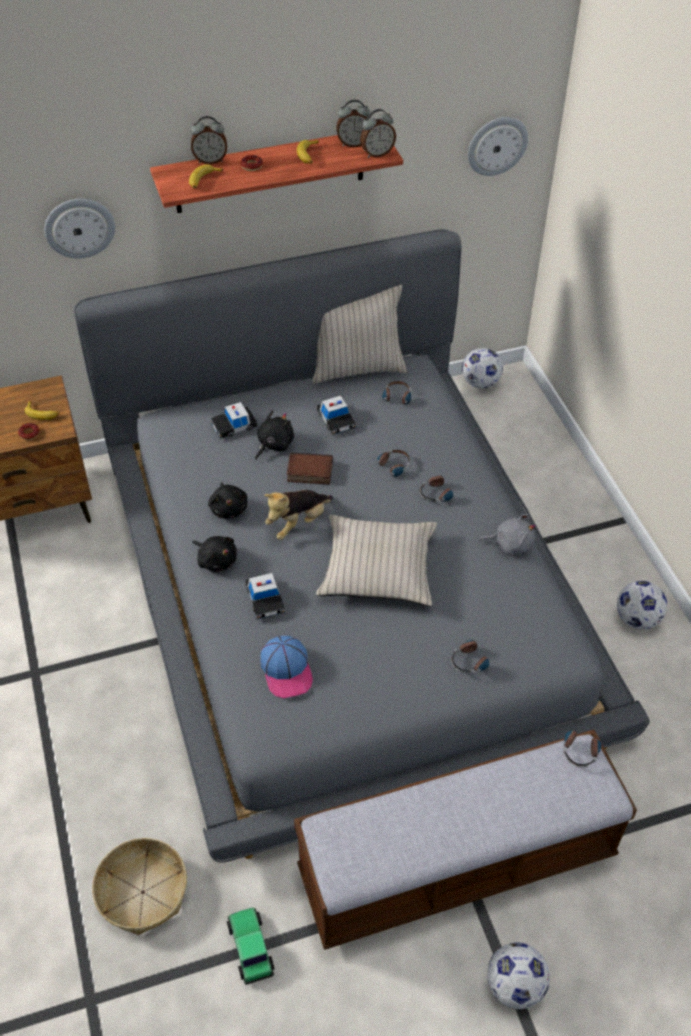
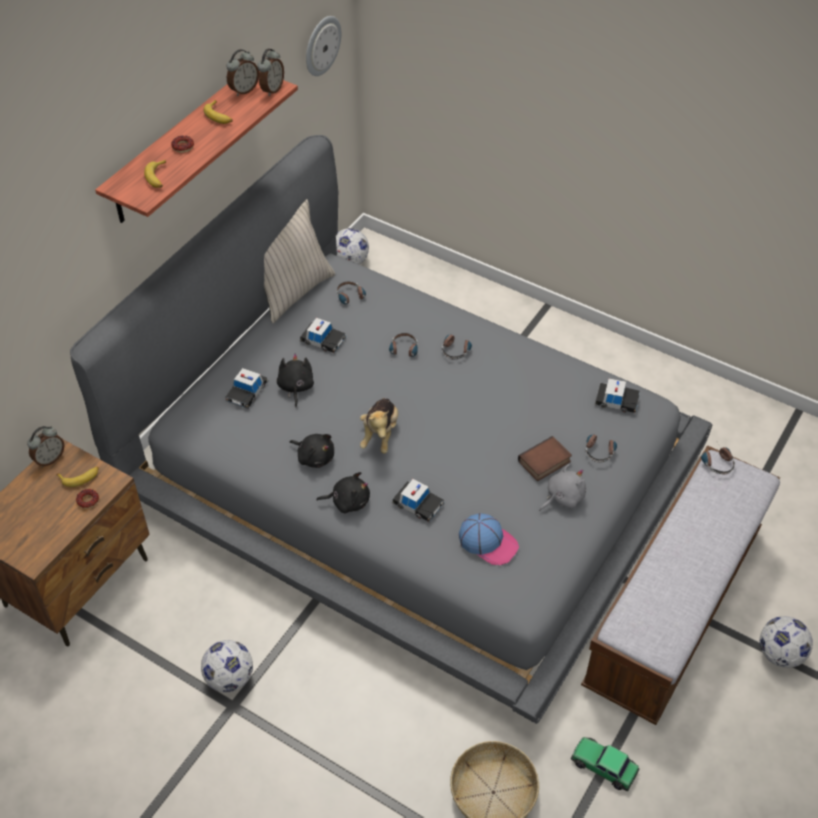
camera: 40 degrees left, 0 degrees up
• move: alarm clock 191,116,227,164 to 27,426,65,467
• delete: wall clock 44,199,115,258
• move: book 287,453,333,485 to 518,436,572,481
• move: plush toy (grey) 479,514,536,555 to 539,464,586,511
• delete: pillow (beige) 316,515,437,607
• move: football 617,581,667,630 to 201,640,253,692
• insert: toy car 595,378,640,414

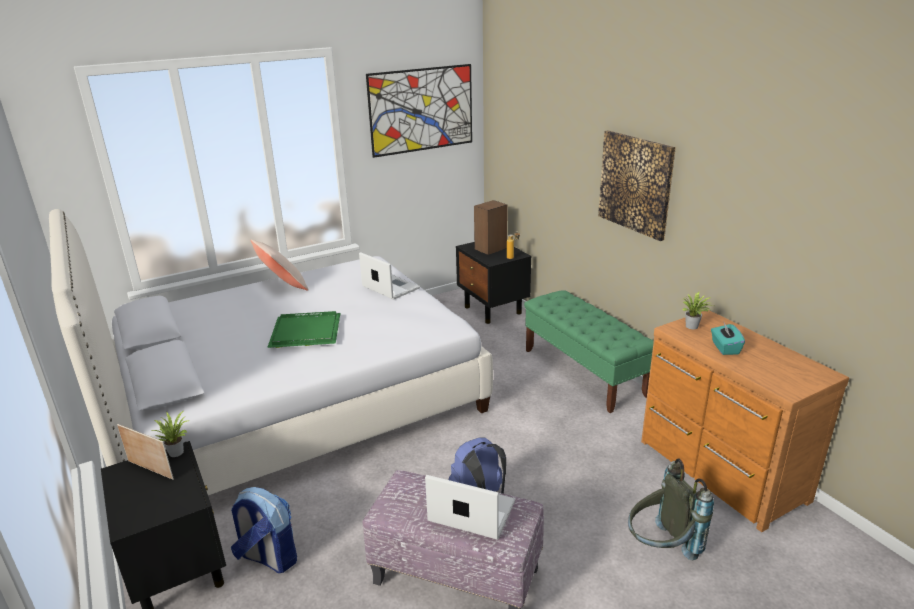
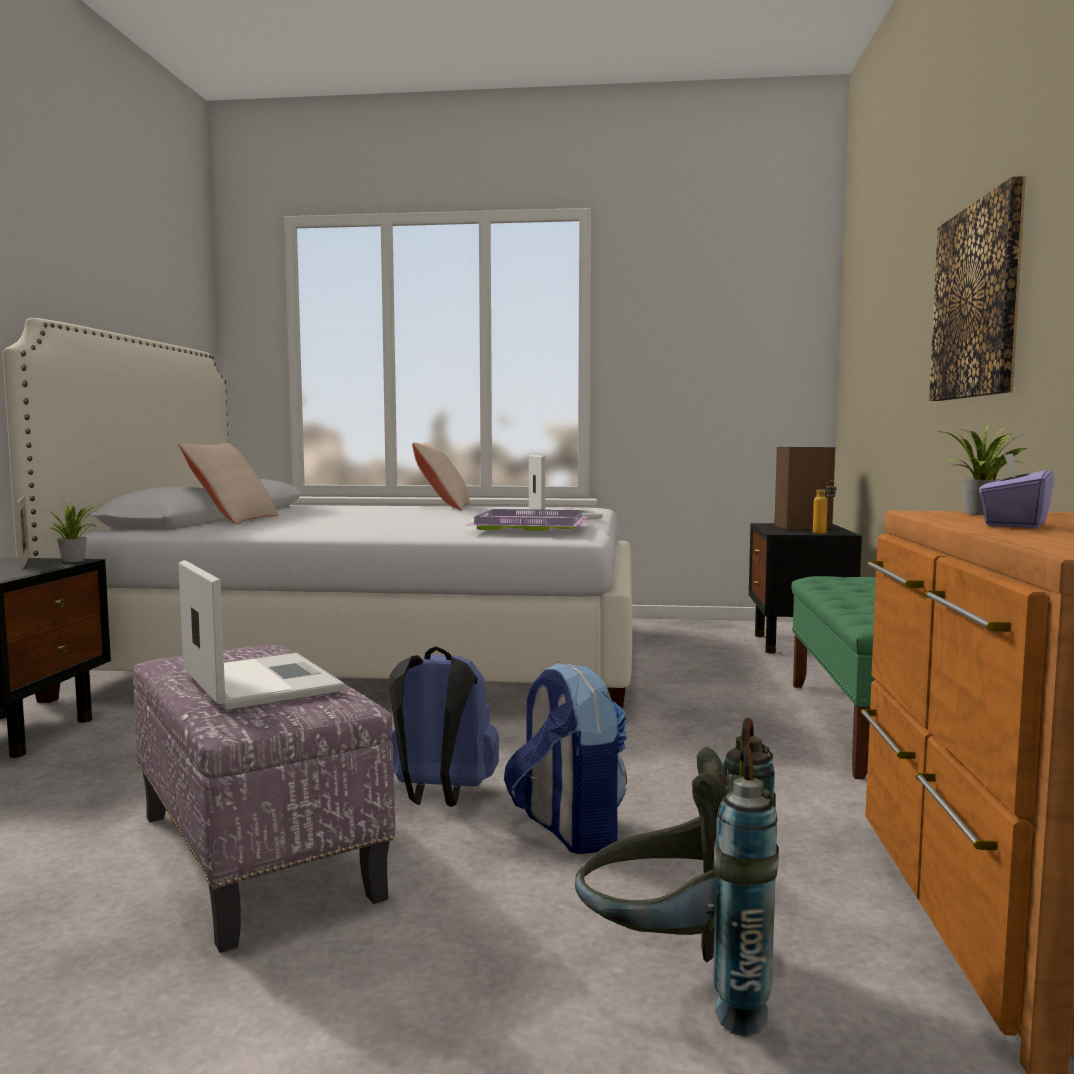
camera: 35 degrees right, 20 degrees down
• delete: picture 366,64,472,158
• delete: tray (green) 267,311,340,348
• recolor: tissue box (turquoise) 711,321,745,355 to tissue box (purple) 979,453,1054,528
• move: backpack 231,487,297,573 to 504,661,627,854
• insert: pillow (beige) 178,442,279,524
• insert: tray (purple) 467,509,589,531

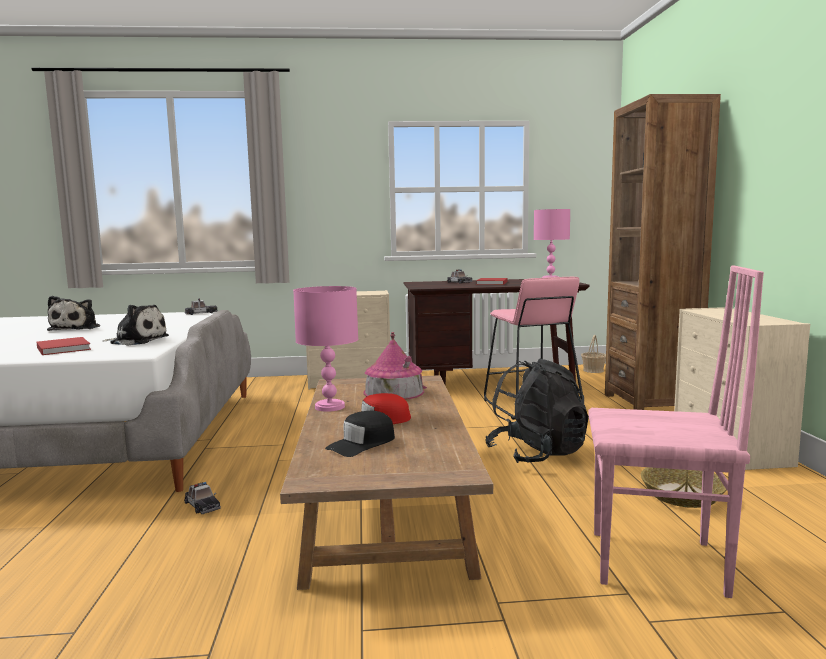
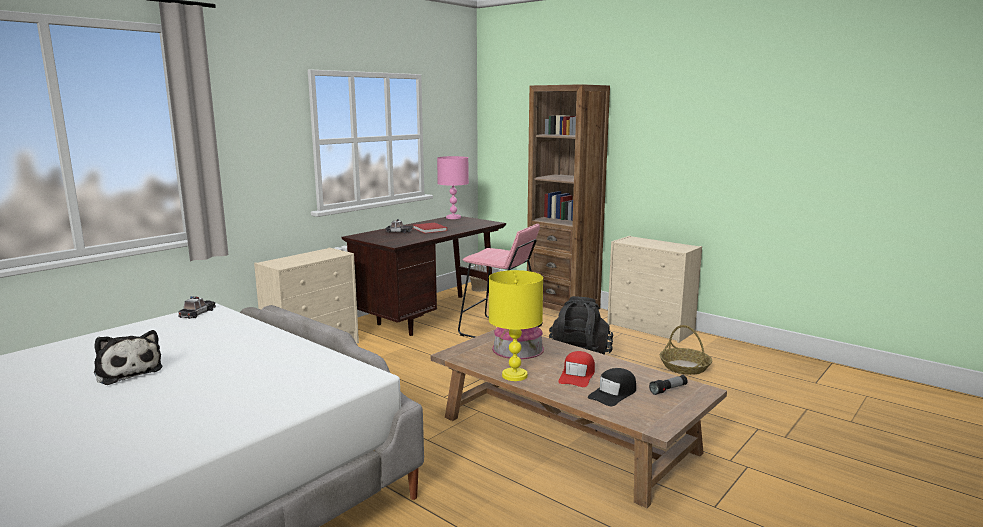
camera: 45 degrees left, 5 degrees up
• delete: chair (pink) 588,266,764,598
• recolor: table lamp (pink) 293,286,358,412 to table lamp (yellow) 489,270,543,381
• delete: plush toy 103,305,169,346
• delete: book (red) 36,337,91,355
• rotate: cap (black) 325,411,395,457 = 588,368,636,406 45 degrees clockwise
• delete: toy car 184,482,221,514
• insert: flashlight 649,375,688,395

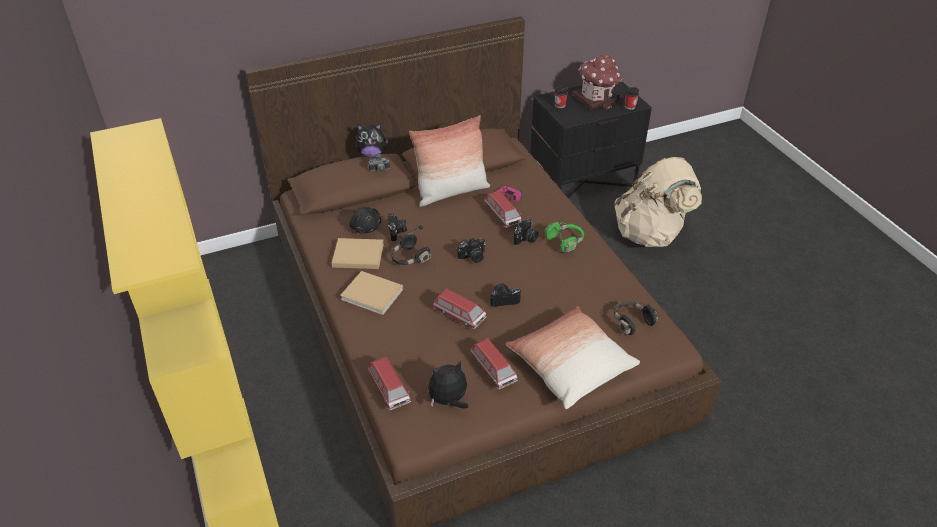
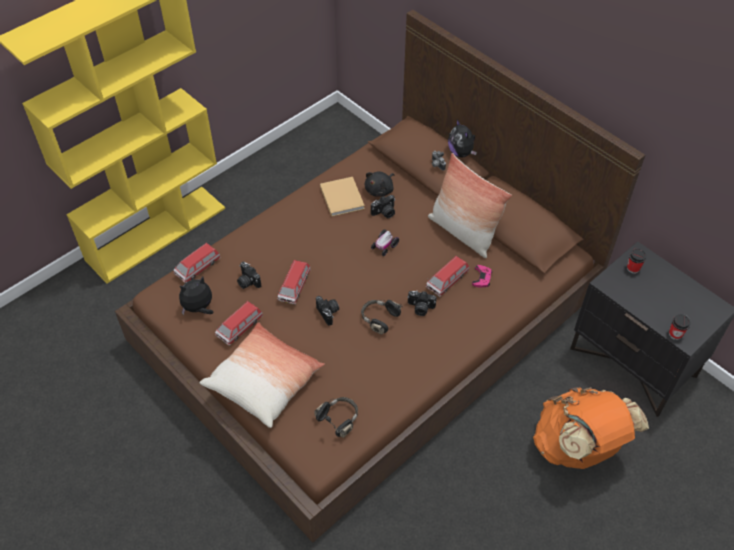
camera: 70 degrees right, 10 degrees up
• delete: toy house 573,54,622,110
• recolor: backpack (beige) 614,157,702,247 to backpack (orange) 533,387,649,469
• delete: headphones (green) 545,222,584,253
• move: headphones (black) 391,225,431,265 to 361,300,403,335
• move: photo camera 457,238,485,263 to 237,262,261,289
• delete: book (beige) 340,271,403,315
• rotate: plush toy 428,361,469,409 = 179,277,214,315 75 degrees counterclockwise
• insert: toy car 371,229,399,256

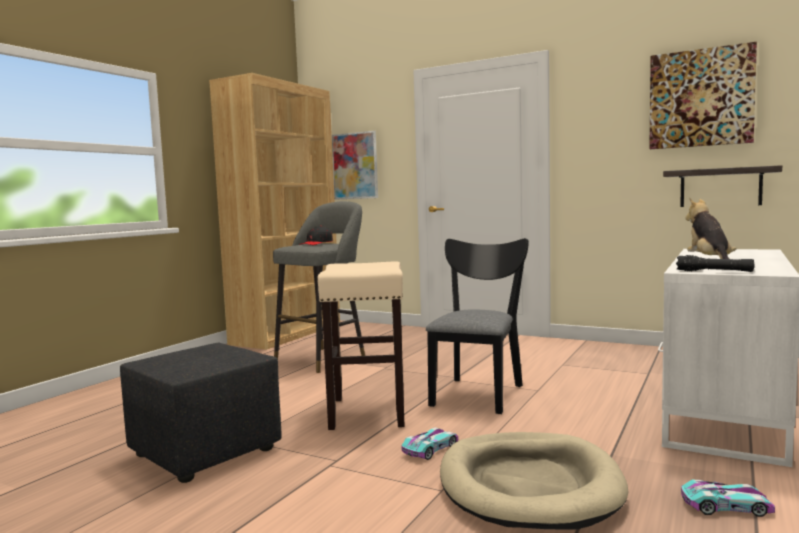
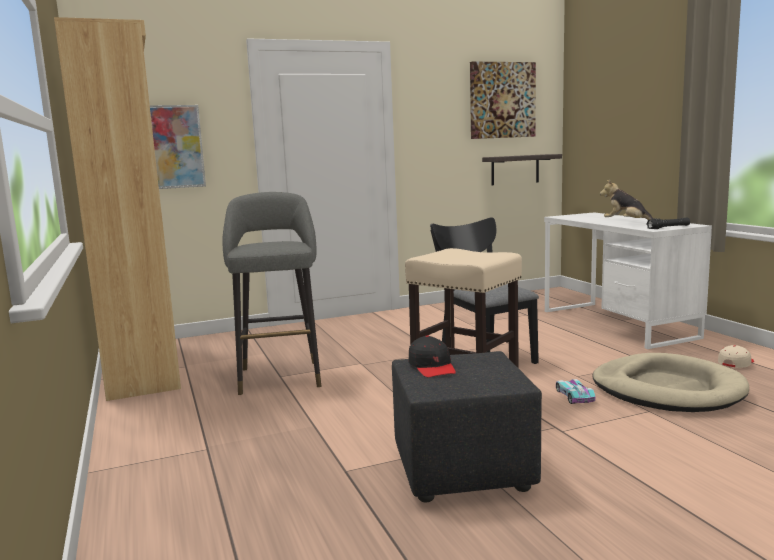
camera: 50 degrees left, 5 degrees up
• move: cap (black) 299,226,333,245 to 409,335,456,377
• replace: toy car 681,480,775,517 to cap (beige) 718,345,754,368

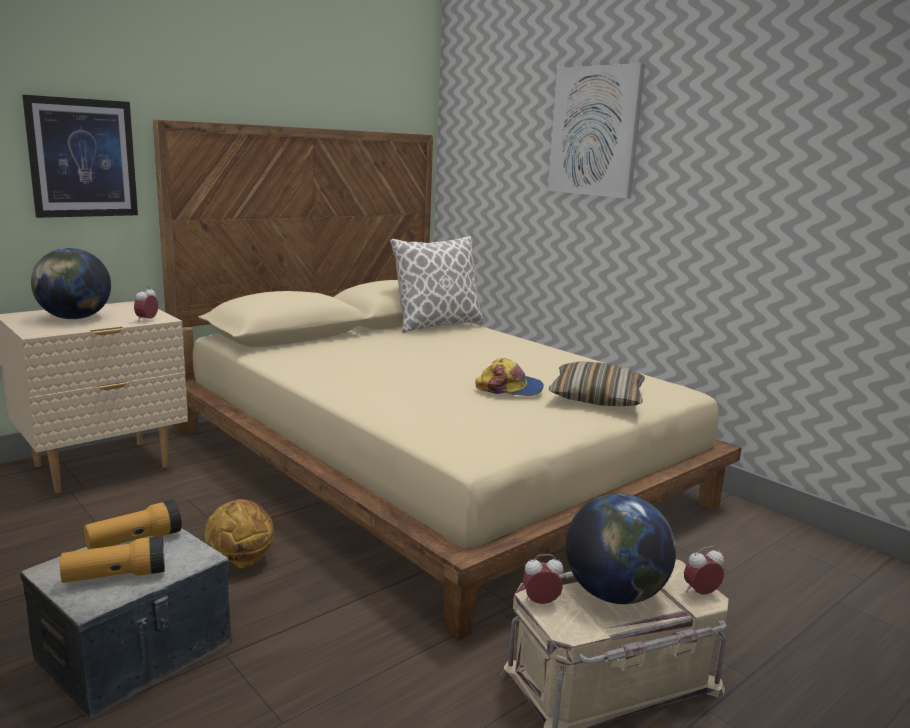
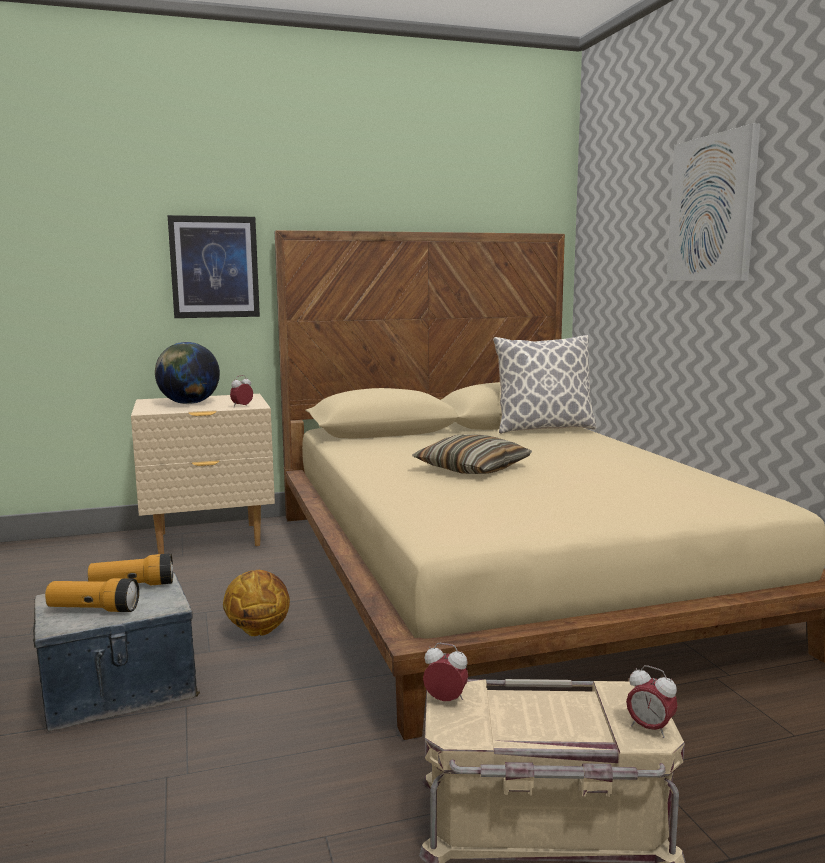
camera: 25 degrees right, 5 degrees down
• delete: cap 475,358,544,396
• move: pillow 549,361,645,406 to 412,434,532,474
• delete: globe 566,493,676,604
• rotate: alarm clock 684,546,724,595 = 626,665,678,738 150 degrees counterclockwise

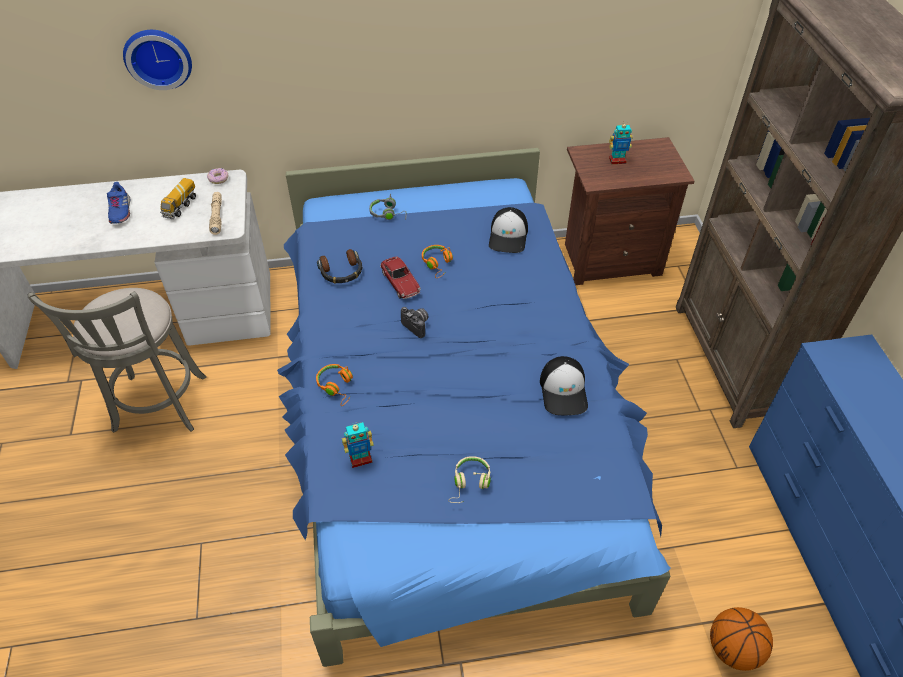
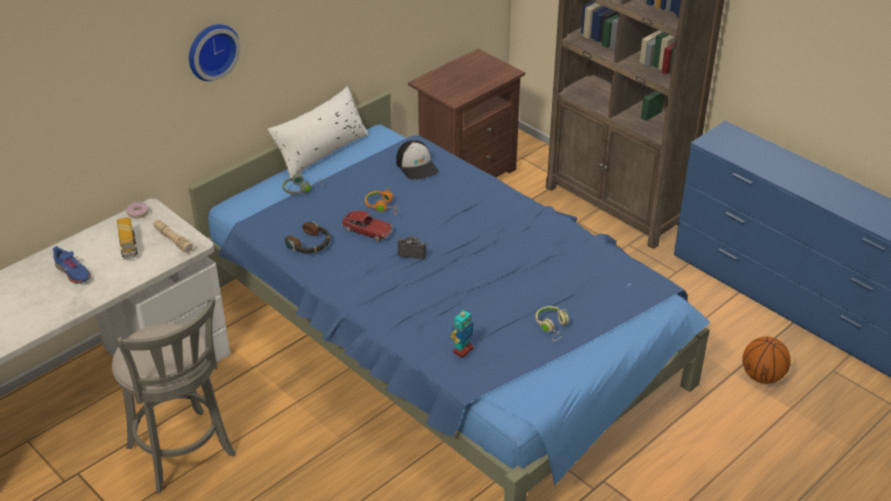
camera: 35 degrees left, 10 degrees down
• move: wall clock 123,30,192,90 to 189,24,241,81
• delete: toy robot 609,122,633,164
• delete: cap 540,356,588,415
• delete: headphones (orange) 316,364,353,406
• insert: pillow (white) 267,86,369,178

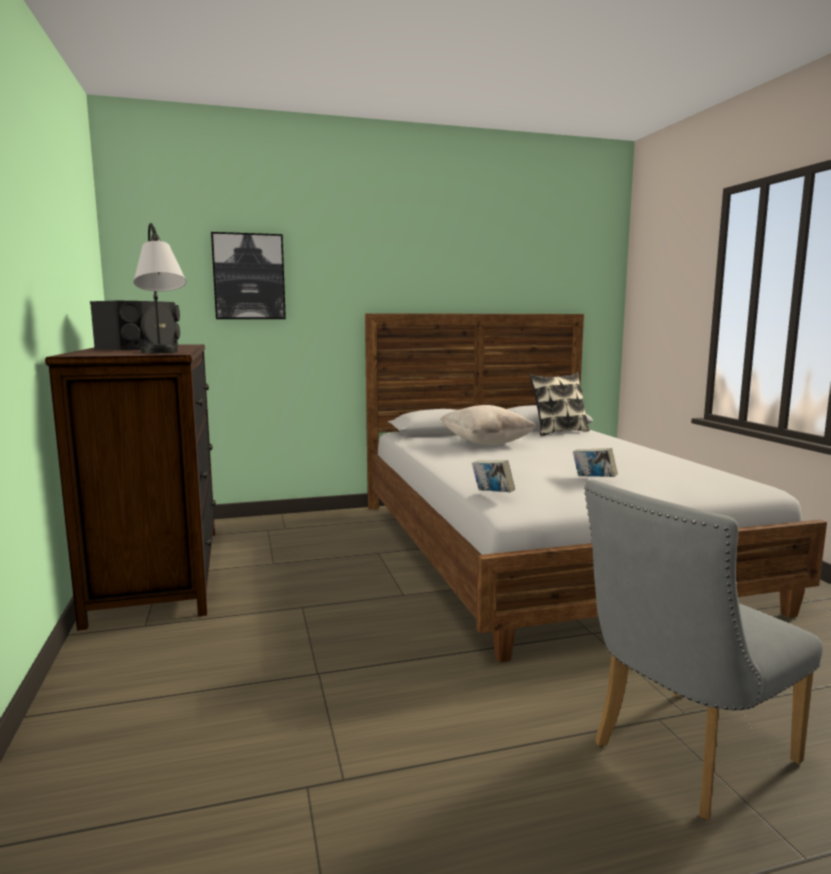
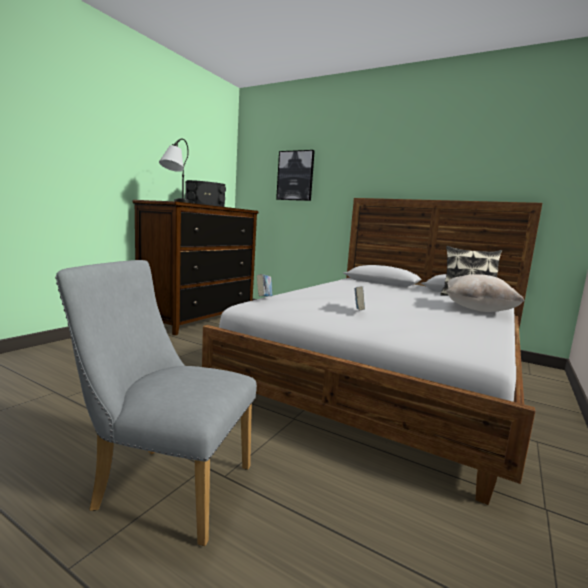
camera: 45 degrees right, 0 degrees up
• move: pillow (beige) 440,405,537,445 to 446,274,524,312

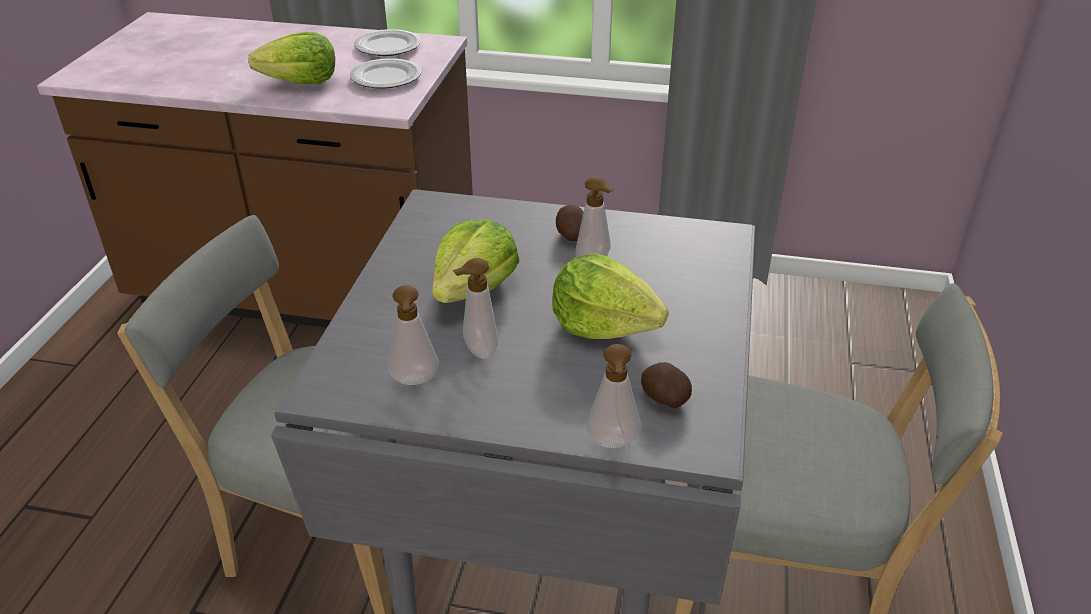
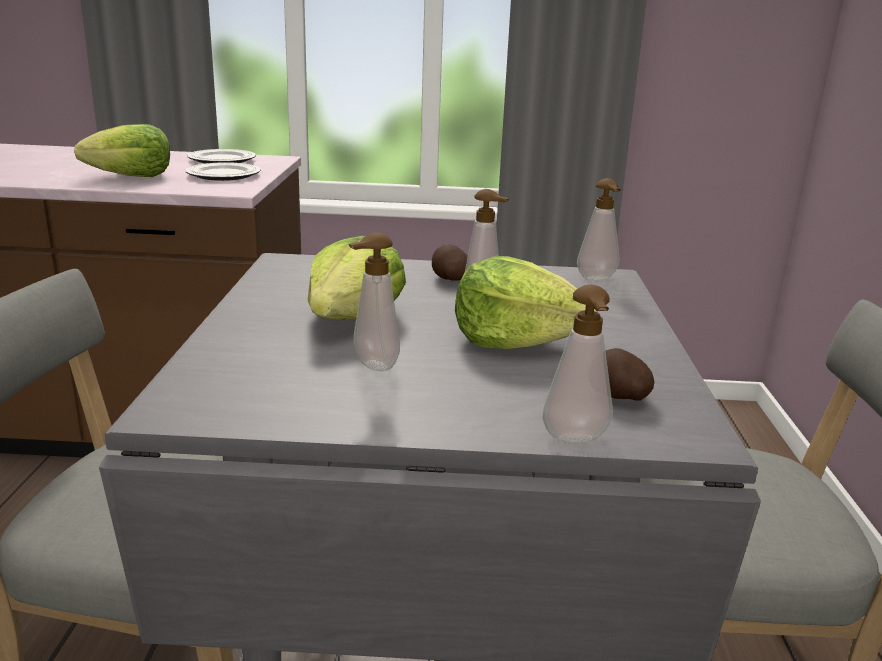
camera: 10 degrees left, 15 degrees down
• move: soap dispenser 388,285,439,385 to 577,178,621,280

